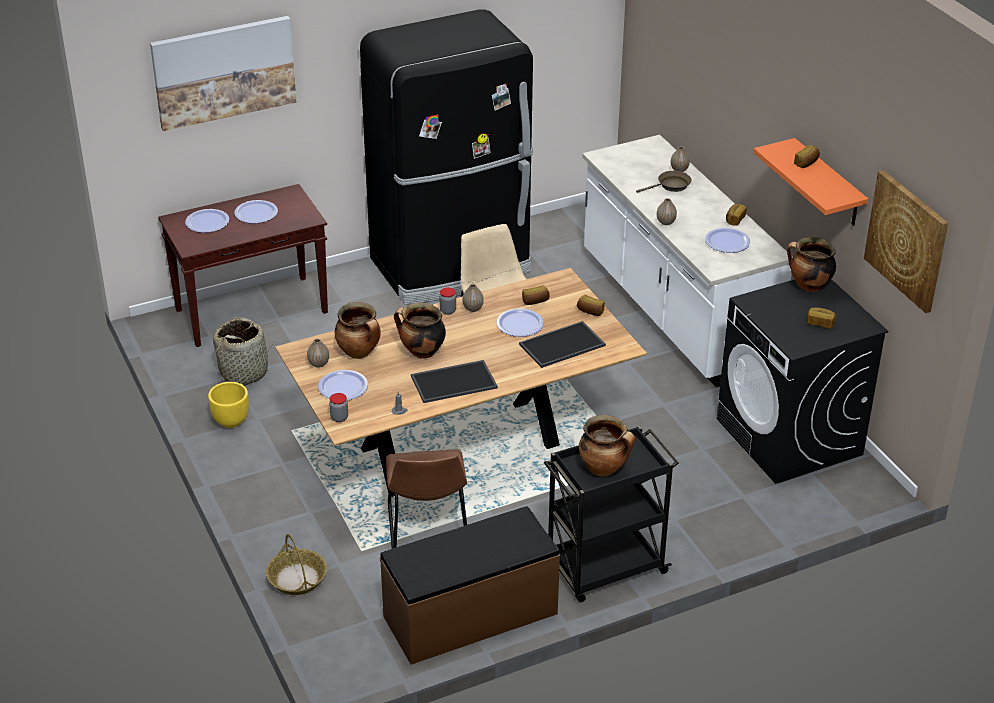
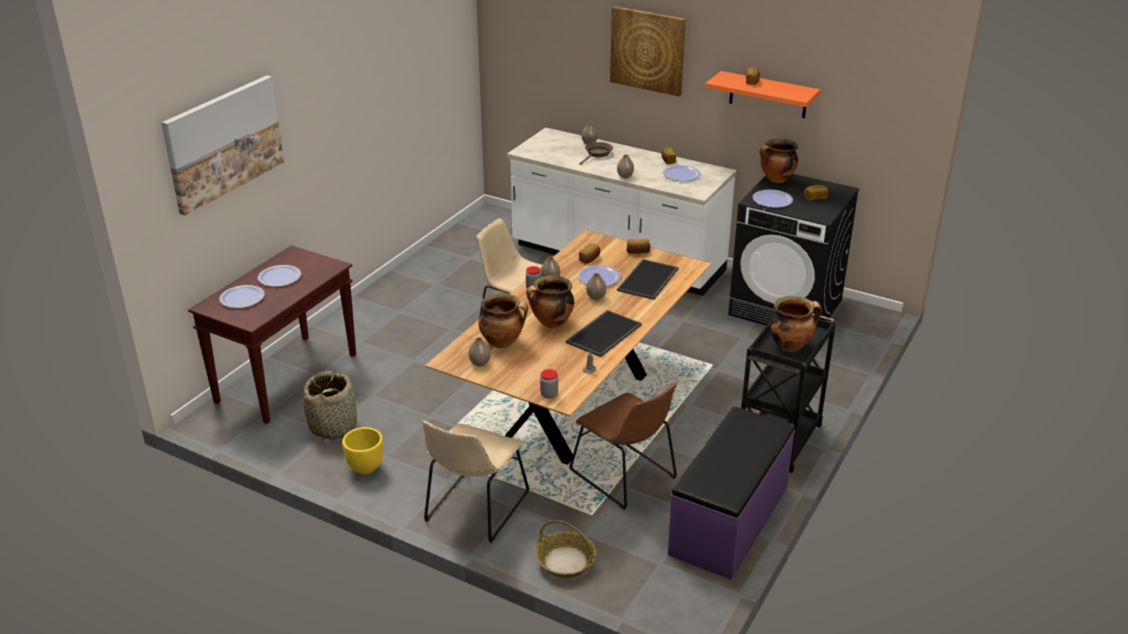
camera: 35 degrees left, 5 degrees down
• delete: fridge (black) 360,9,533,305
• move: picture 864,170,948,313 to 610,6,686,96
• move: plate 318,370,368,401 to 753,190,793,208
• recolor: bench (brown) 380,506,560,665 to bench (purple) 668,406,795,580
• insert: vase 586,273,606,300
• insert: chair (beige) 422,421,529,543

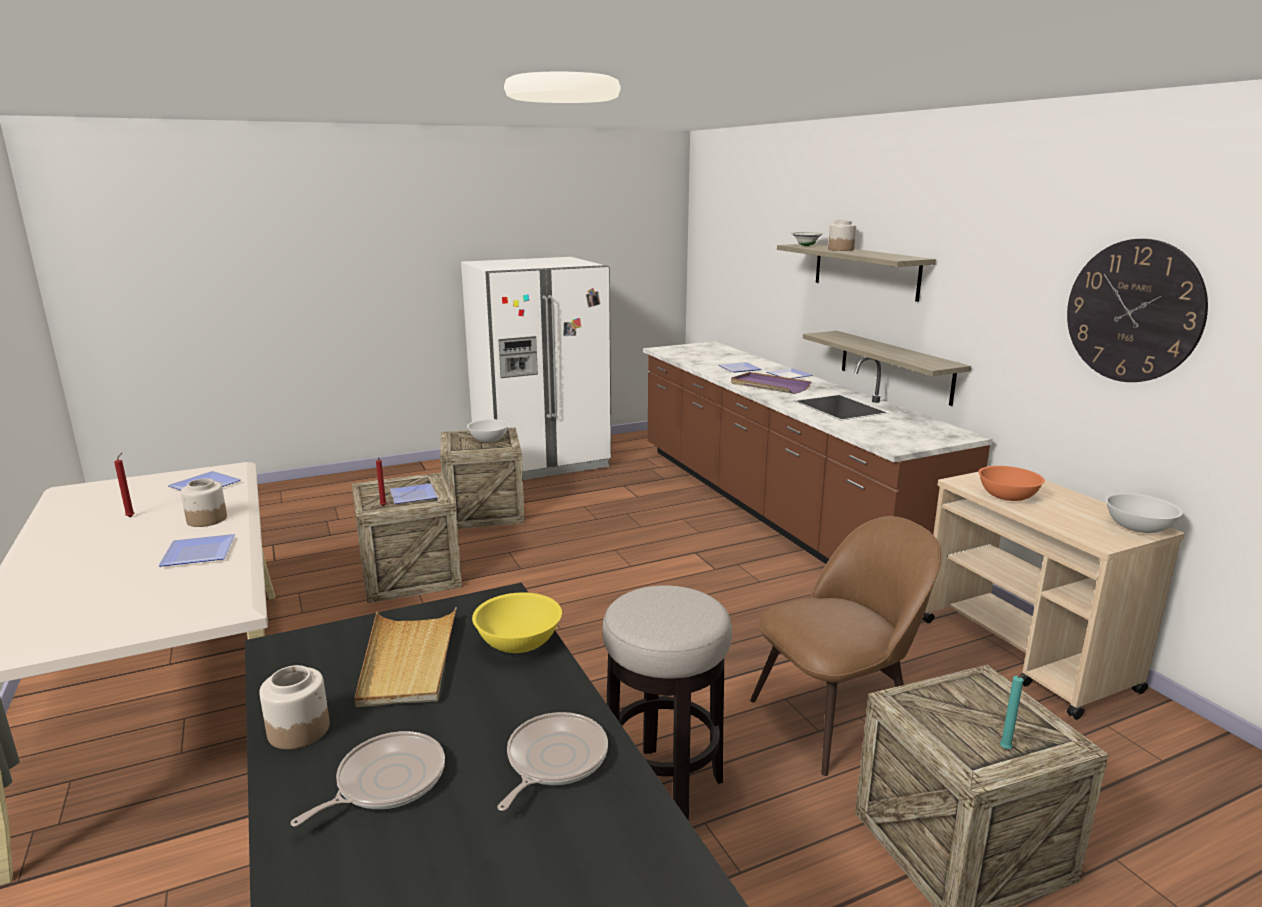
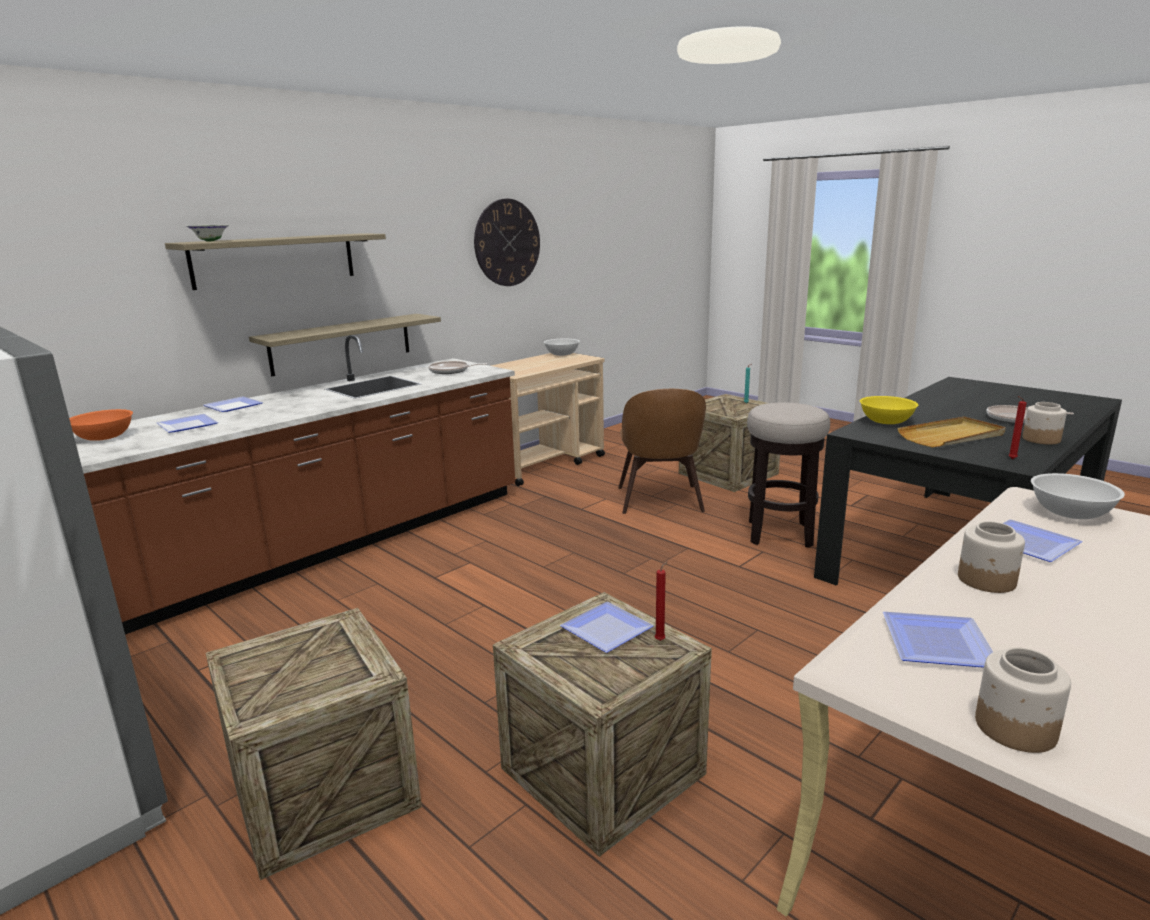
camera: 110 degrees left, 0 degrees up
• move: jar 828,220,856,251 to 975,647,1071,753
• delete: tray (purple) 731,372,811,394
• move: bowl (white) 467,419,509,442 to 1031,473,1125,519
• move: candle (red) 114,452,134,517 to 1008,396,1027,459
• move: bowl (orange) 978,466,1045,501 to 69,409,133,441
• rotate: chair (brown) 750,516,941,776 = 618,389,706,514 135 degrees counterclockwise
• move: frying pan 498,712,608,811 to 428,361,488,374

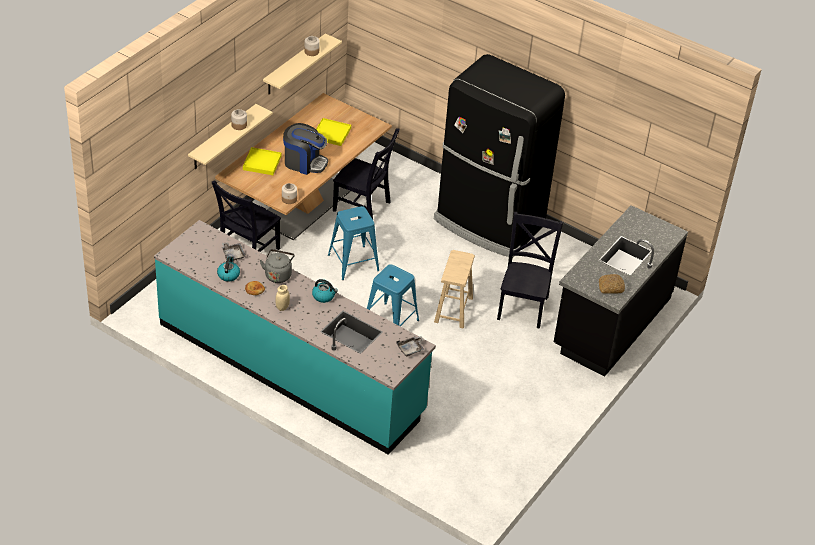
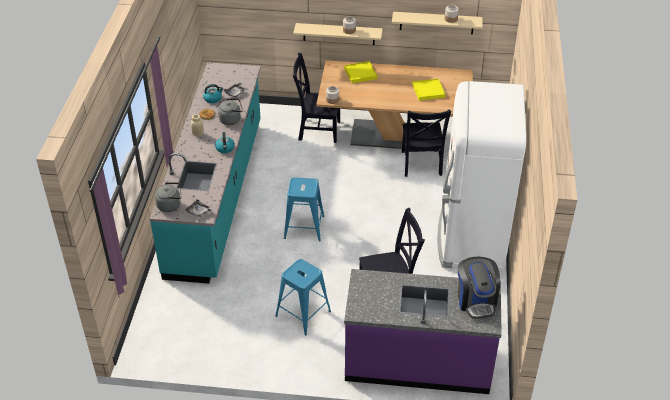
camera: 65 degrees right, 0 degrees up
• recolor: fridge (black) 434,54,565,258 to fridge (white) 437,81,526,272
• move: coffee machine 283,123,328,175 to 458,257,500,319
• recolor: counter (black) 554,205,688,377 to counter (purple) 344,269,502,394
• move: stool (blue) 328,206,379,280 to 275,259,331,335
• delete: stool (beige) 434,250,475,329
• delete: bread 599,274,625,294
• insert: kettle (grey) 155,182,181,212

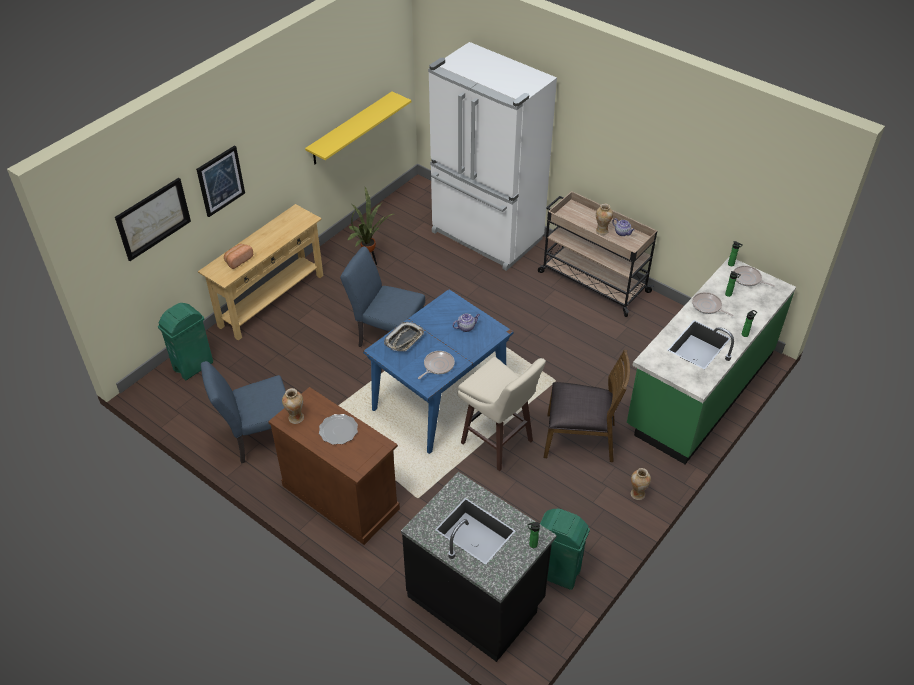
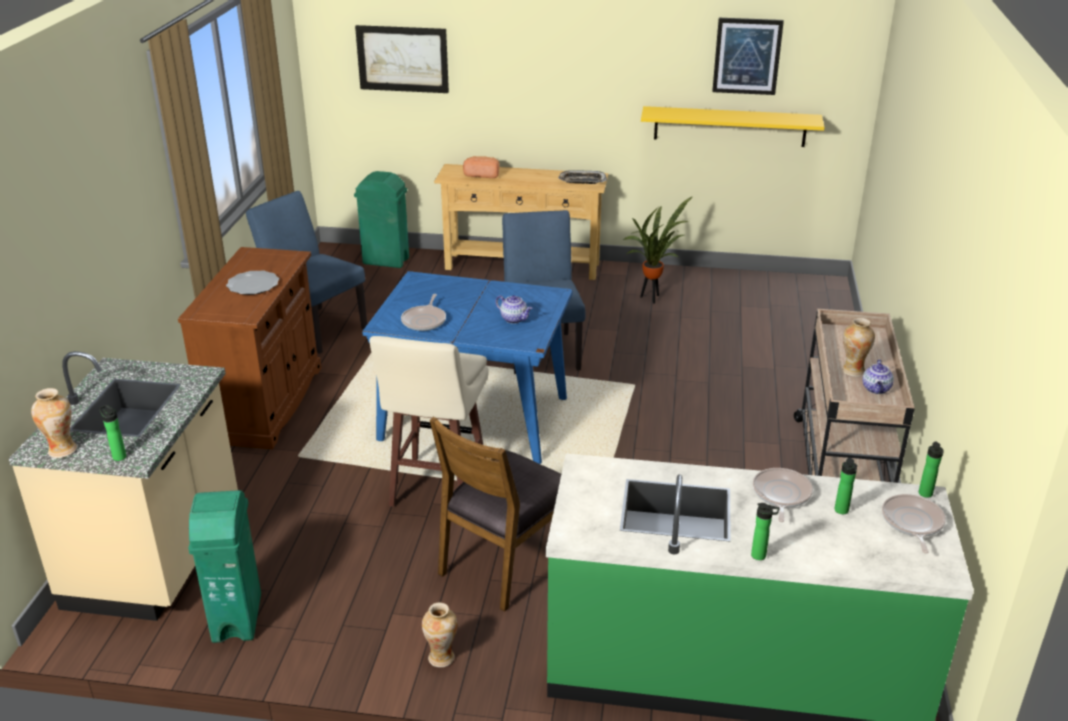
camera: 60 degrees right, 15 degrees down
• delete: fridge (white) 428,42,557,271
• move: picture 196,146,245,217 to 712,18,784,95
• move: tray 384,322,424,351 to 558,170,607,184
• rotate: chair (brown) 544,349,630,462 = 430,417,561,612 60 degrees clockwise
• rotate: frying pan 418,351,455,379 = 401,294,446,331 90 degrees clockwise
• move: vase 282,388,304,424 to 31,388,77,458
• recolor: counter (black) 401,472,557,662 to counter (beige) 9,351,238,621

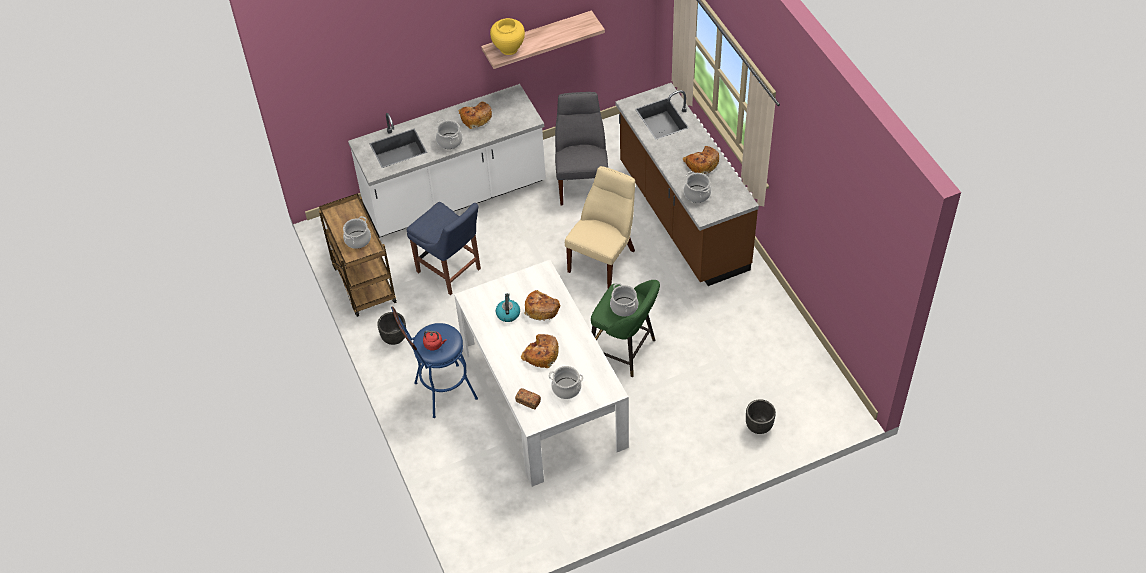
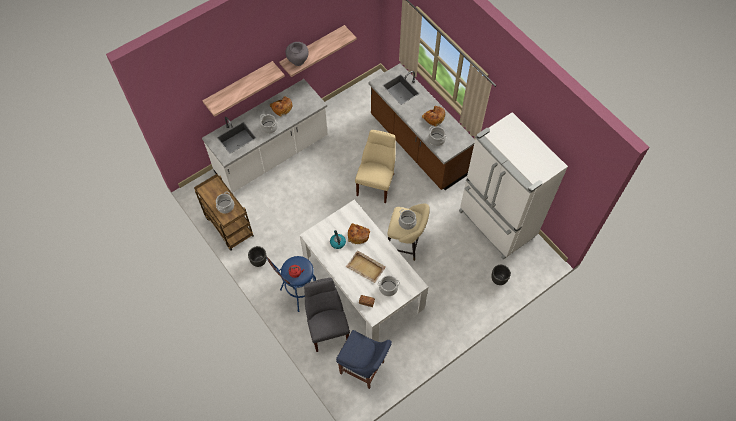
camera: 15 degrees left, 10 degrees up
• recolor: vase (yellow) 490,18,525,55 to vase (grey) 286,42,309,66
• move: chair (grey) 555,92,608,205 to 304,278,350,352
• move: chair (blue) 407,202,481,295 to 336,330,392,389
• recolor: stool (green) 591,280,660,377 to stool (beige) 388,204,430,261
• replace: bread 520,334,559,368 to tray (beige) 346,250,386,283
• insert: shelf 202,61,285,117
• insert: fridge (white) 459,112,568,260

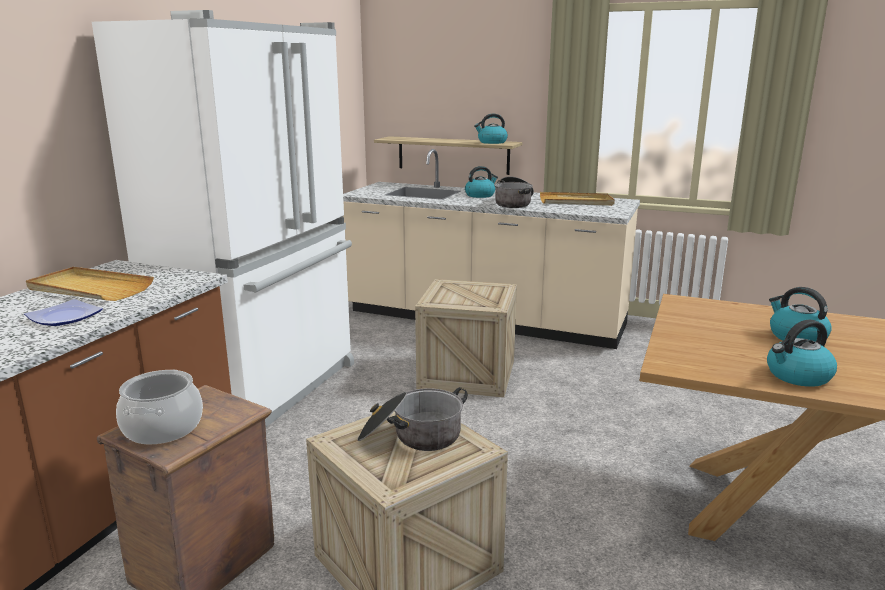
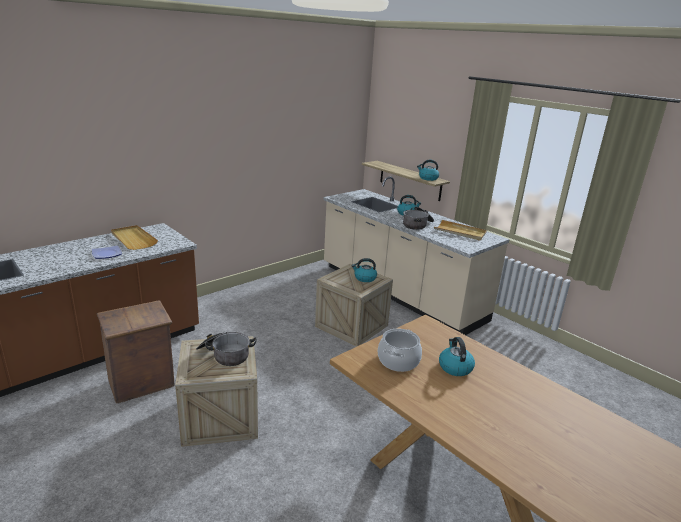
camera: 25 degrees right, 5 degrees up
• delete: fridge (white) 92,10,354,427
• move: kettle 767,319,837,387 to 352,258,377,282
• move: cooking pot 116,370,203,444 to 378,328,422,372

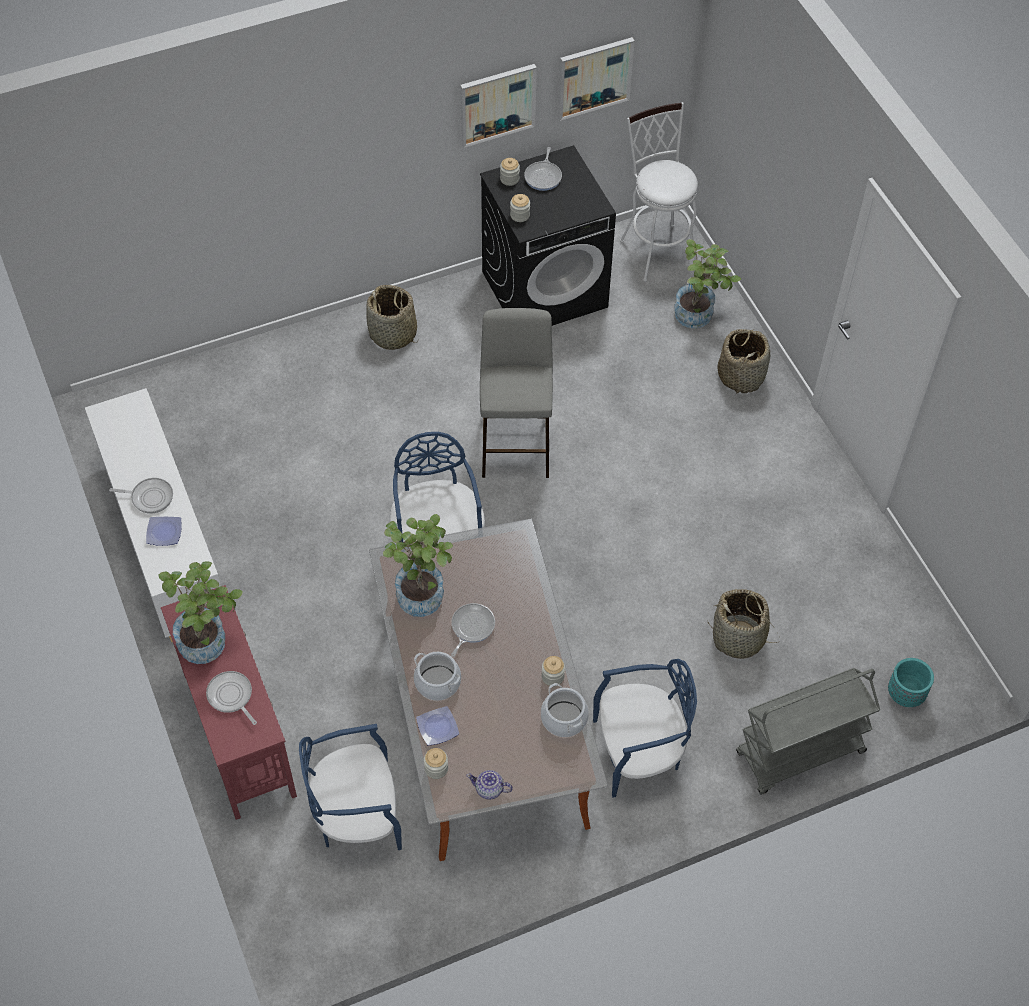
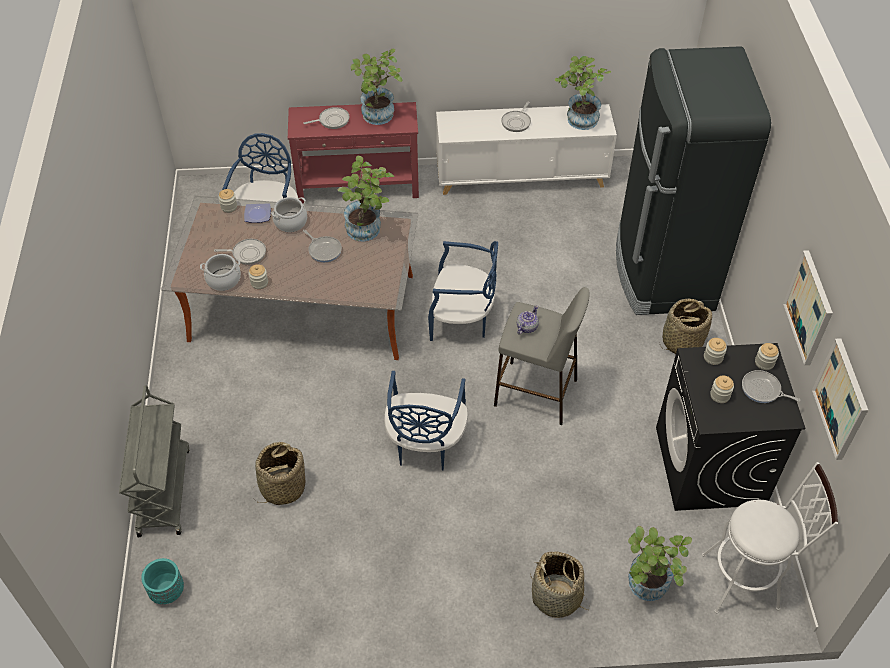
camera: 110 degrees right, 5 degrees down
• delete: plate 146,517,182,546
• move: chair (blue) 593,659,697,798 to 384,371,468,471
• move: teapot 467,770,513,800 to 517,305,539,335
• insert: fridge (black) 616,46,771,315
• insert: potted plant 555,56,611,130
• insert: frying pan 214,239,266,265
• insert: jar 710,375,734,403

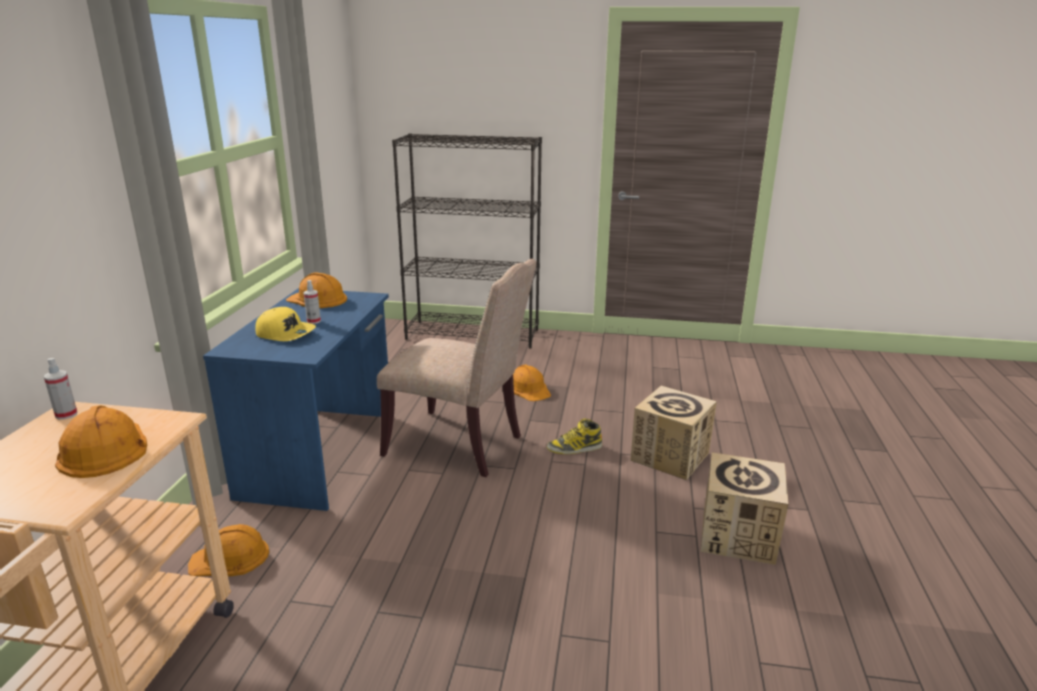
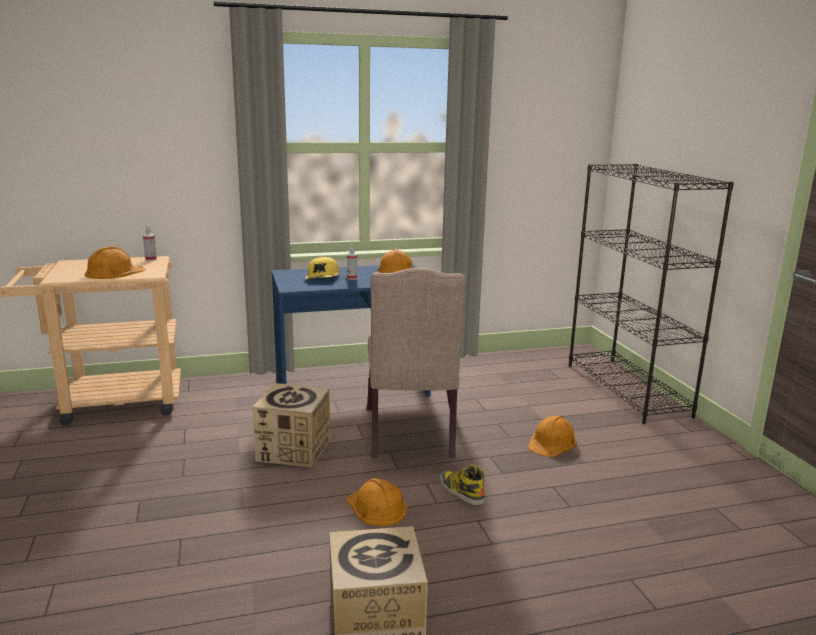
camera: 65 degrees right, 5 degrees down
• move: cardboard box 630,386,717,480 to 252,383,330,467
• move: hard hat (orange) 188,524,269,577 to 346,478,407,526

